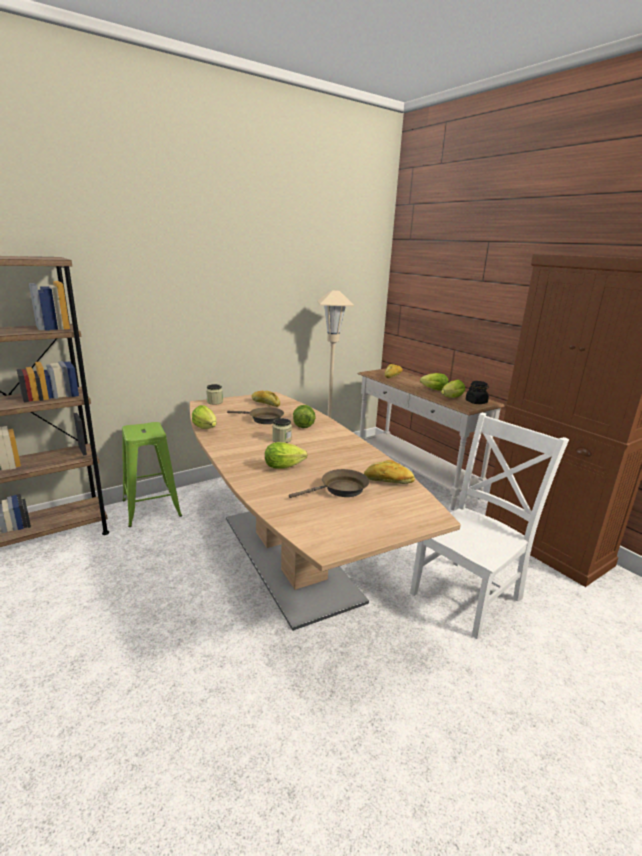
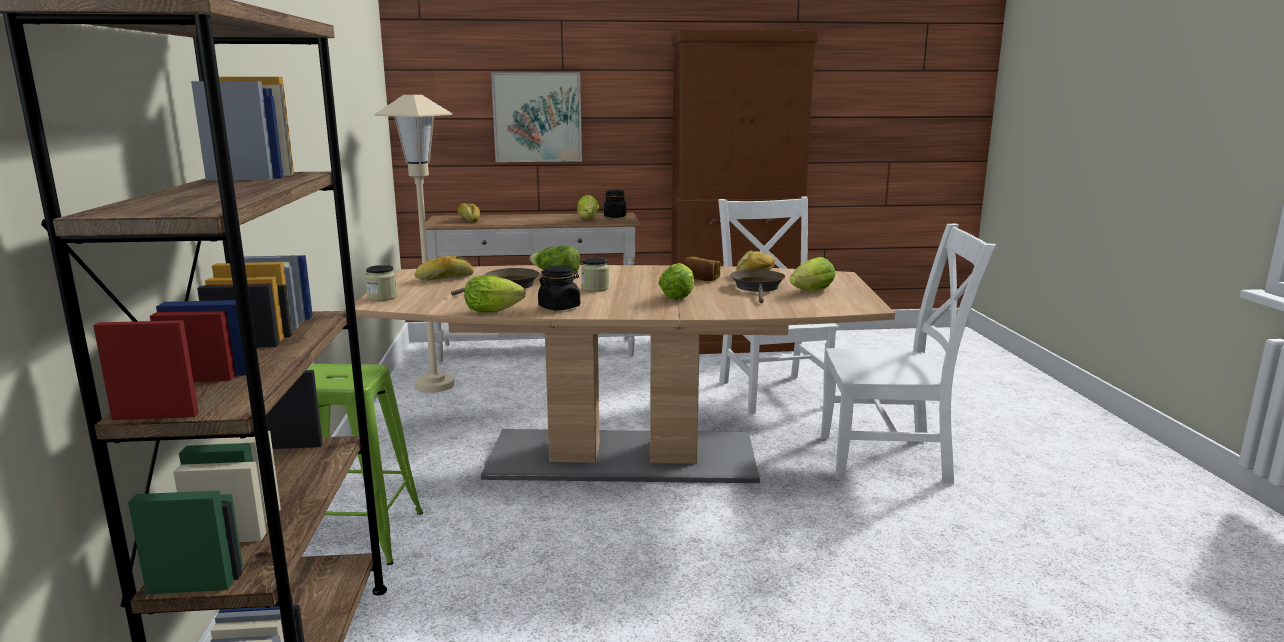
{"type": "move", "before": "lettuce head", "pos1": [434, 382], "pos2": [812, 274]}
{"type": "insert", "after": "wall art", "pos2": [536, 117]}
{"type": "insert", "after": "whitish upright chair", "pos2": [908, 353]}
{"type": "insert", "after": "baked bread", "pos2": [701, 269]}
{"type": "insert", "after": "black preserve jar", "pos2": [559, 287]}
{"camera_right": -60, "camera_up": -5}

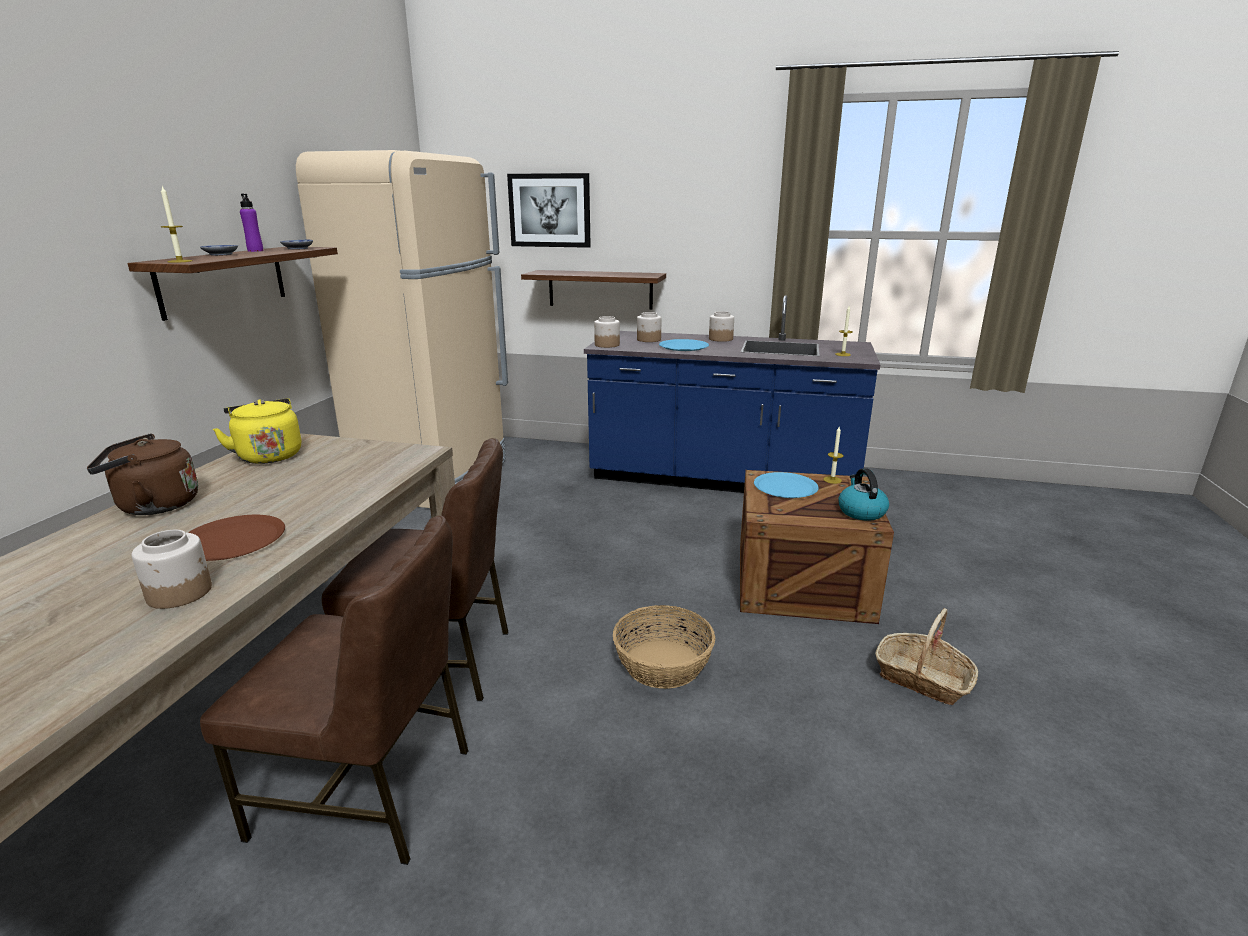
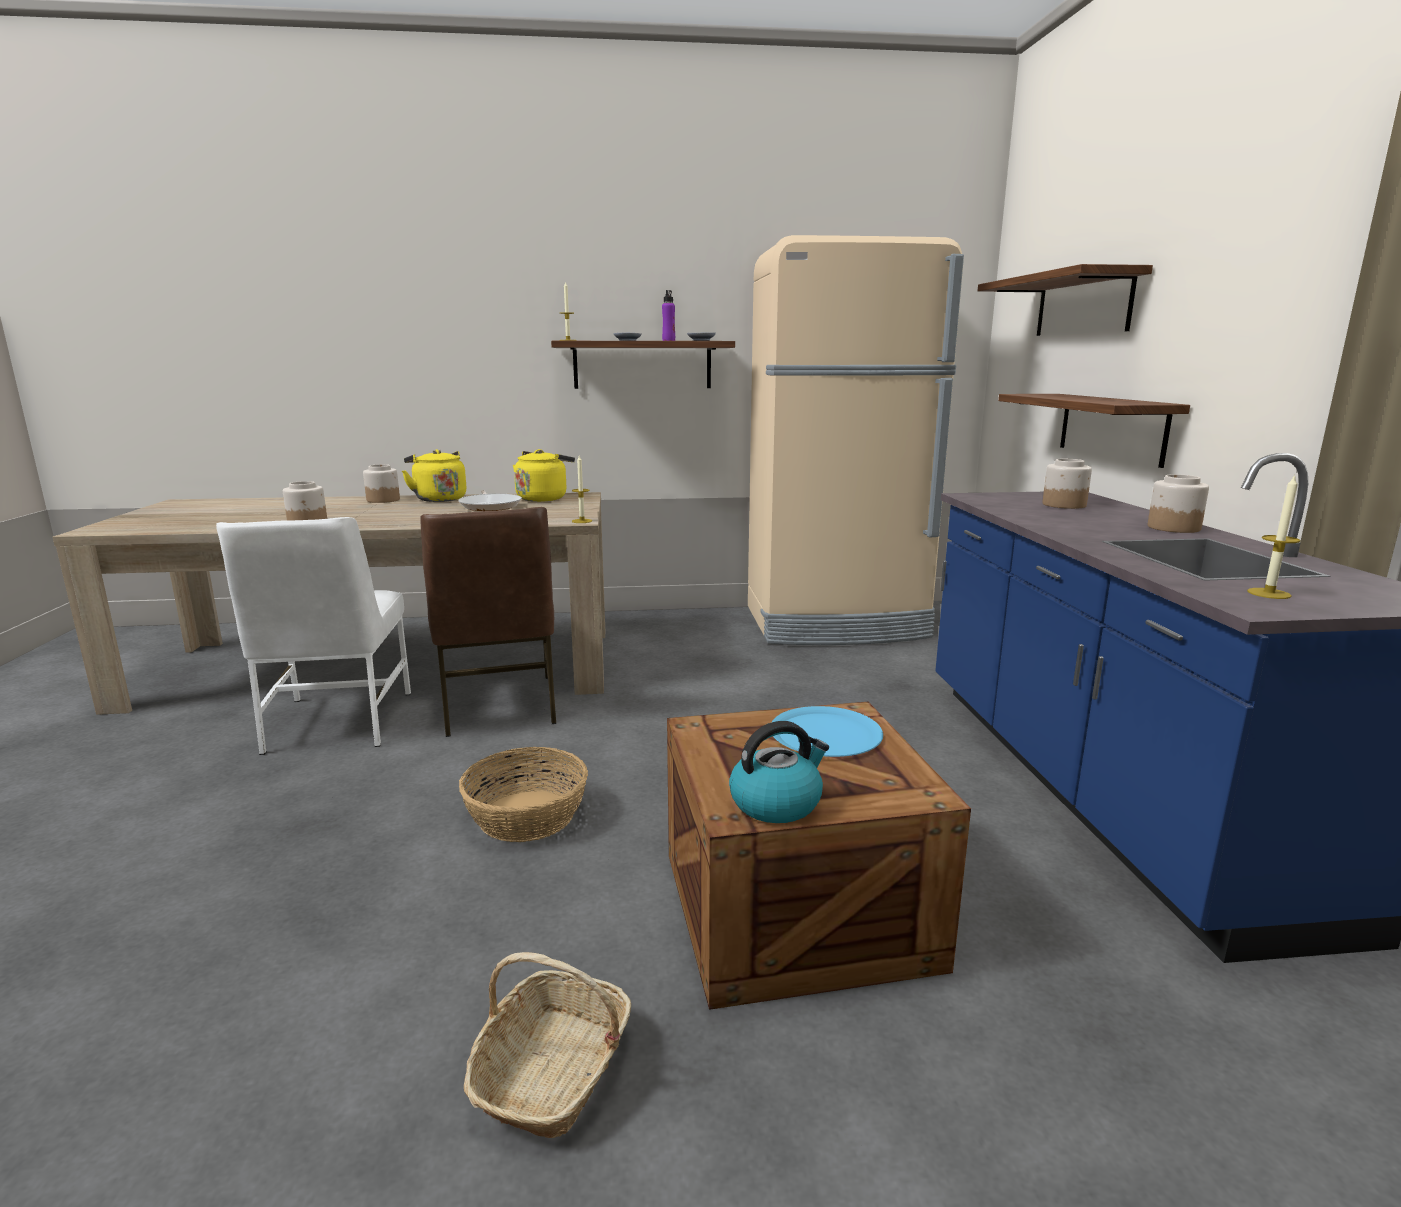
{"type": "replace", "before": "wall art", "after": "shelf", "pos1": [549, 210], "pos2": [1065, 300]}
{"type": "move", "before": "preserve jar", "pos1": [607, 332], "pos2": [381, 483]}
{"type": "delete", "before": "blue dinner plate", "pos1": [684, 345]}
{"type": "move", "before": "candle", "pos1": [834, 455], "pos2": [582, 489]}
{"type": "recolor", "before": "brown-coloured water kettle", "after": "yellow water kettle", "pos1": [142, 474], "pos2": [434, 475]}
{"type": "delete", "before": "brown-coloured dinner plate", "pos1": [236, 538]}
{"type": "recolor", "before": "brown-coloured upright chair", "after": "whitish upright chair", "pos1": [334, 690], "pos2": [313, 636]}
{"type": "insert", "after": "skillet", "pos2": [490, 500]}
{"camera_right": 70, "camera_up": -5}

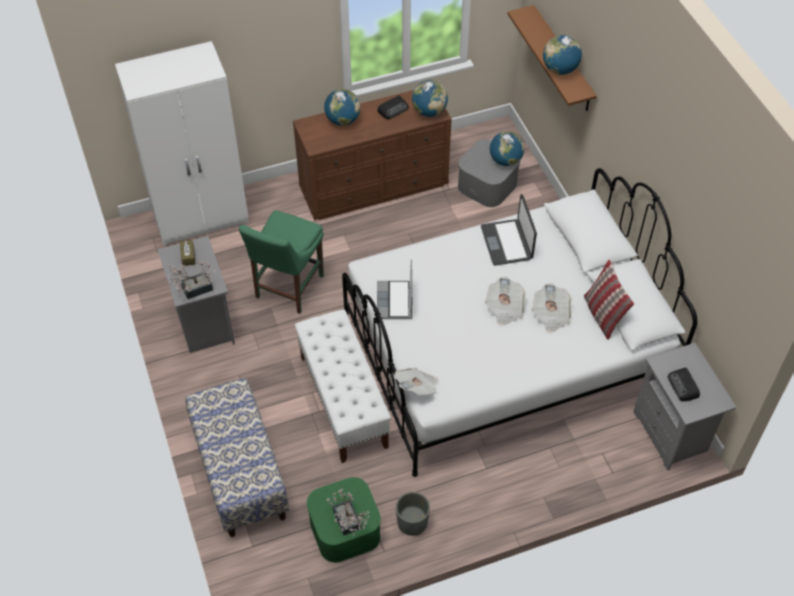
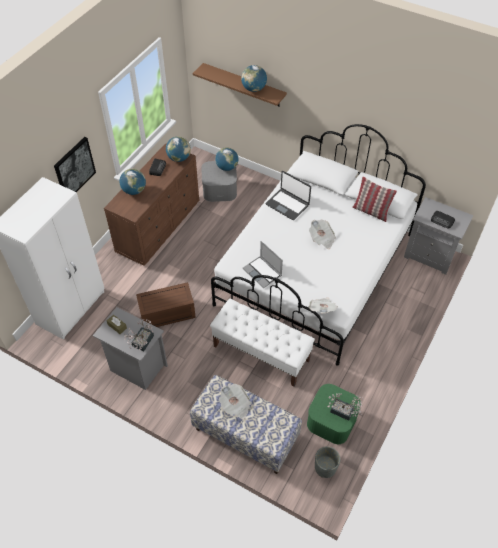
{"type": "replace", "before": "greenish upright chair", "after": "brown-coloured storage container", "pos1": [281, 262], "pos2": [166, 304]}
{"type": "move", "before": "daily paper", "pos1": [552, 308], "pos2": [235, 402]}
{"type": "move", "before": "greyish plant pot", "pos1": [413, 514], "pos2": [327, 462]}
{"type": "insert", "after": "wall art", "pos2": [75, 164]}
{"camera_right": -40, "camera_up": 0}

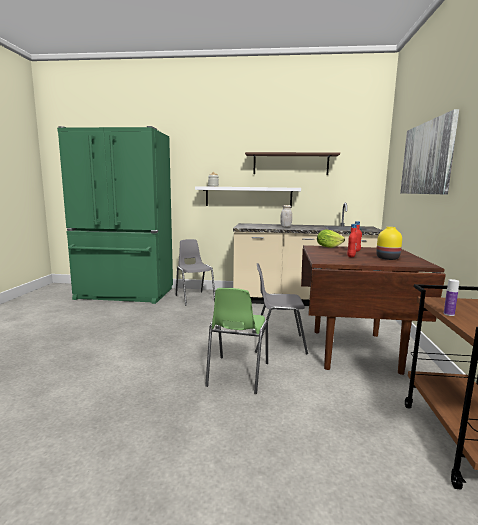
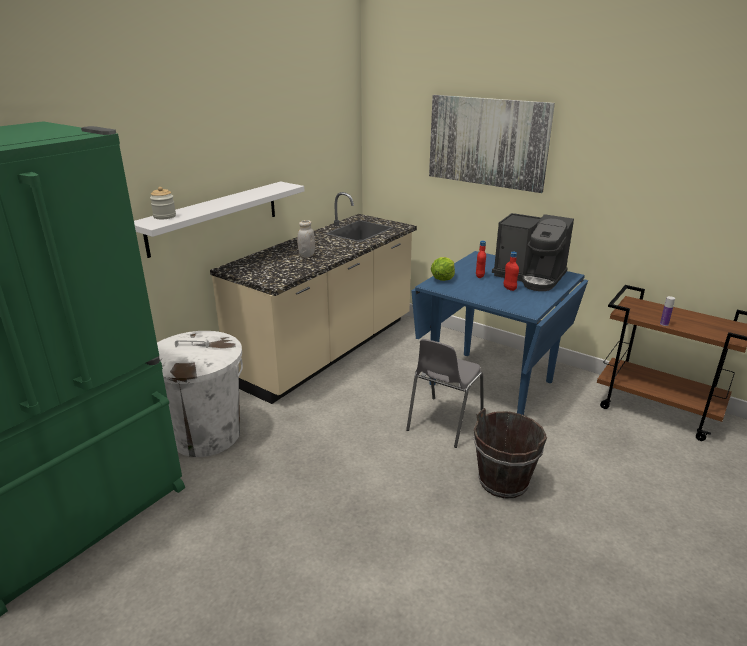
{"type": "delete", "before": "shelf", "pos1": [292, 163]}
{"type": "replace", "before": "yellow flower vase", "after": "coffee brewer", "pos1": [389, 243], "pos2": [533, 252]}
{"type": "replace", "before": "greyish upright chair", "after": "whitish waste bin", "pos1": [195, 272], "pos2": [200, 394]}
{"type": "recolor", "before": "brown-coloured dining table", "after": "blue dining table", "pos1": [373, 310], "pos2": [499, 333]}
{"type": "replace", "before": "greenish upright chair", "after": "brown-coloured water bucket", "pos1": [236, 341], "pos2": [510, 453]}
{"camera_right": -60, "camera_up": 15}

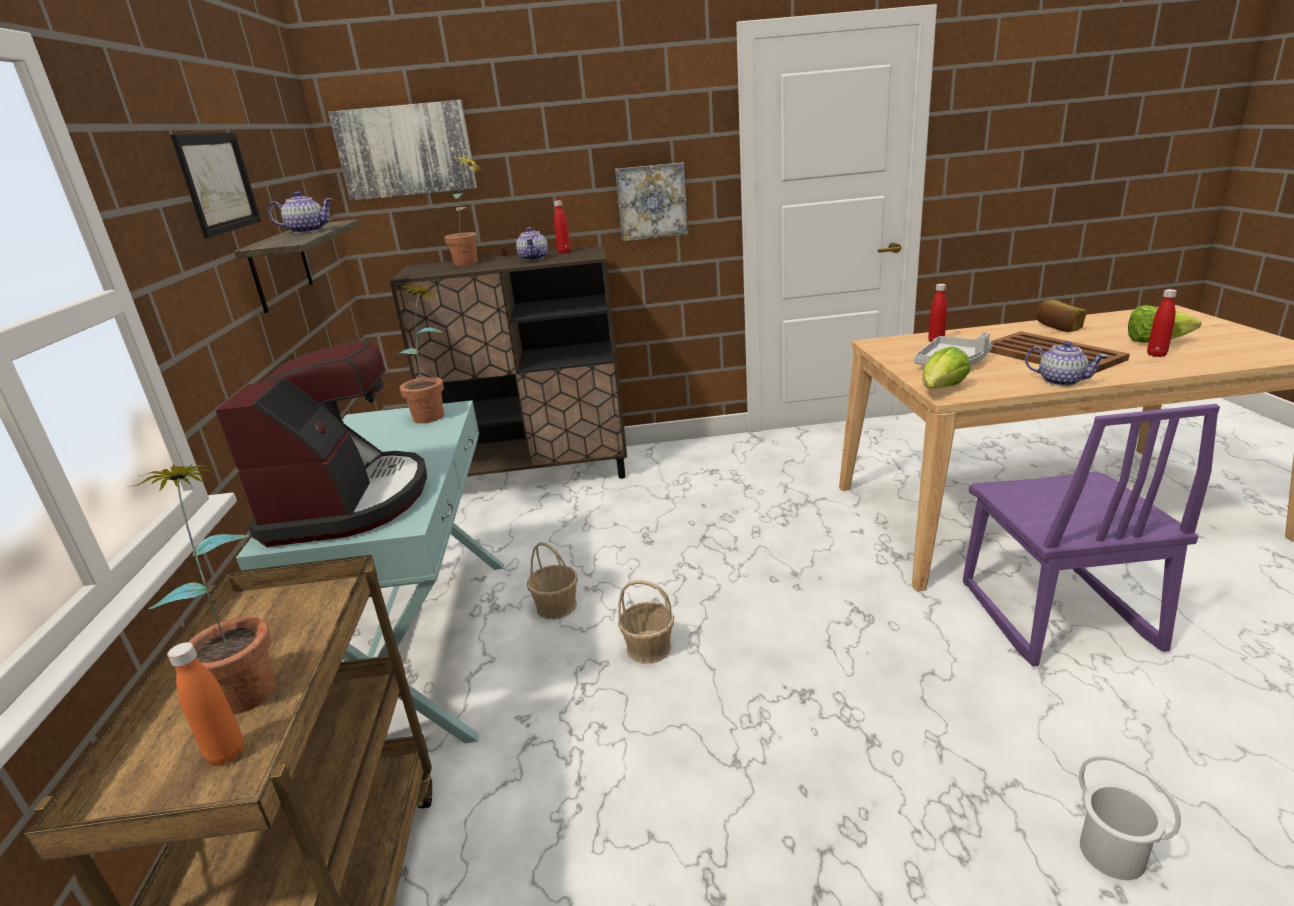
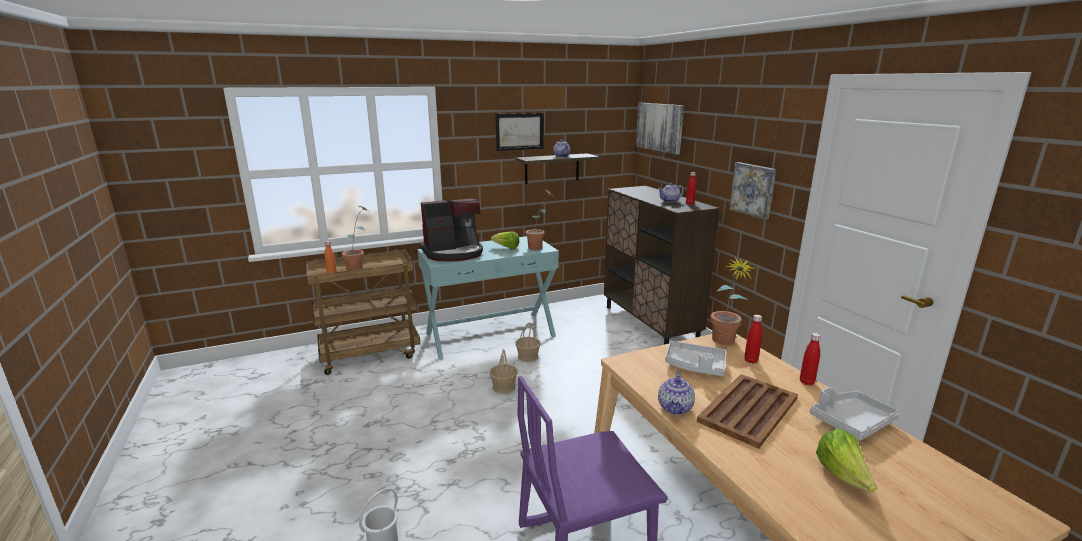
{"type": "move", "before": "houseplant", "pos1": [462, 211], "pos2": [732, 301]}
{"type": "move", "before": "red-coloured beverage bottle", "pos1": [1162, 323], "pos2": [810, 359]}
{"type": "replace", "before": "baked bread", "after": "greyish tray", "pos1": [1061, 316], "pos2": [854, 413]}
{"type": "move", "before": "lettuce head", "pos1": [946, 367], "pos2": [505, 240]}
{"camera_right": 70, "camera_up": -5}

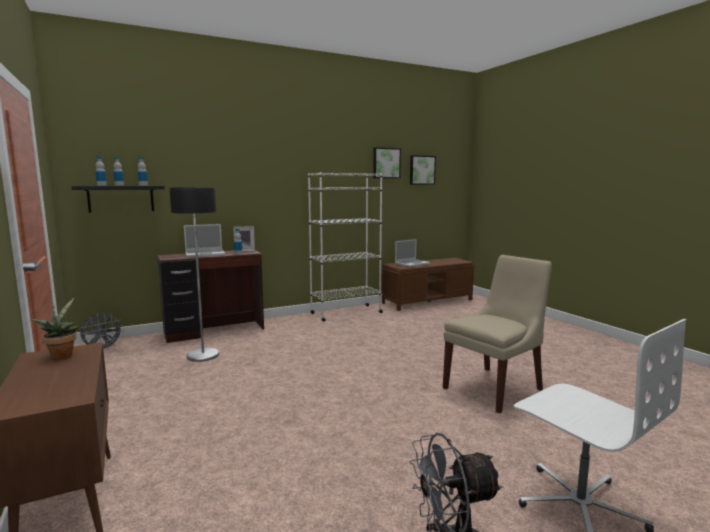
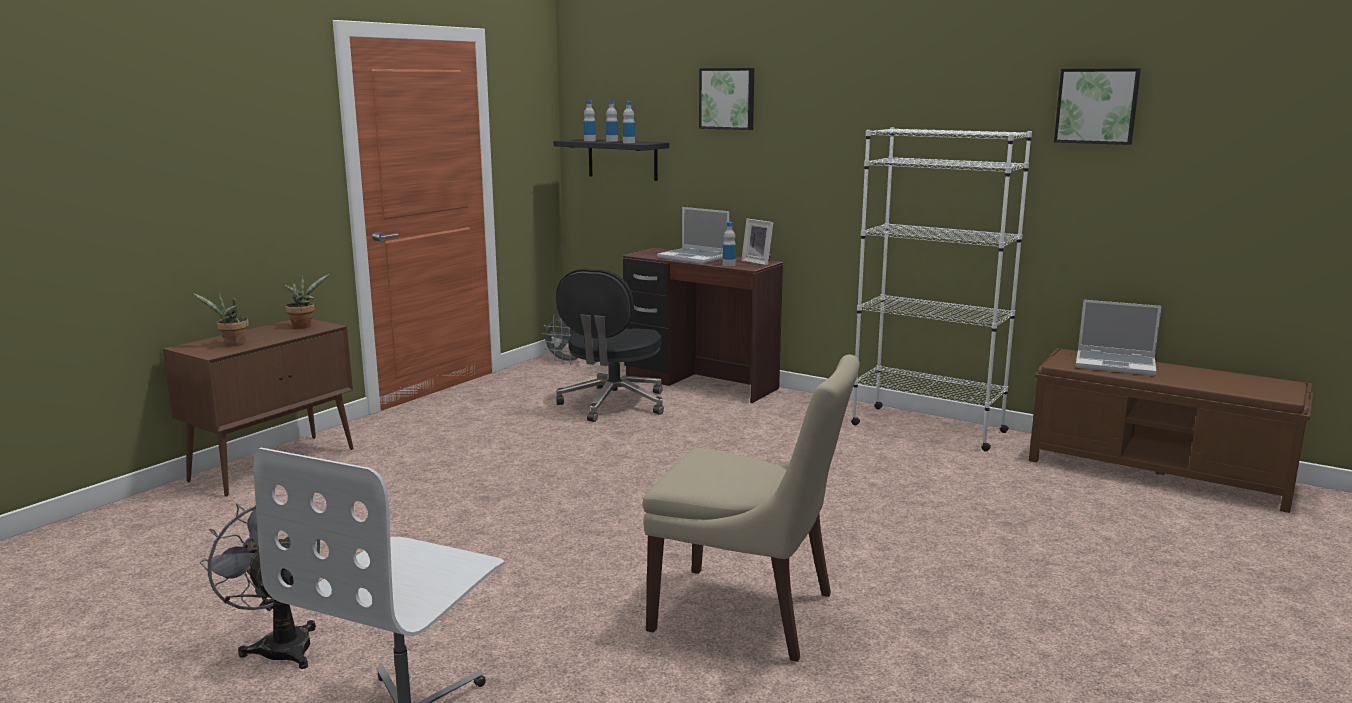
{"type": "move", "before": "wall art", "pos1": [423, 170], "pos2": [726, 99]}
{"type": "replace", "before": "floor lamp", "after": "black desk chair", "pos1": [194, 274], "pos2": [610, 345]}
{"type": "insert", "after": "houseplant", "pos2": [220, 319]}
{"camera_right": 60, "camera_up": 5}

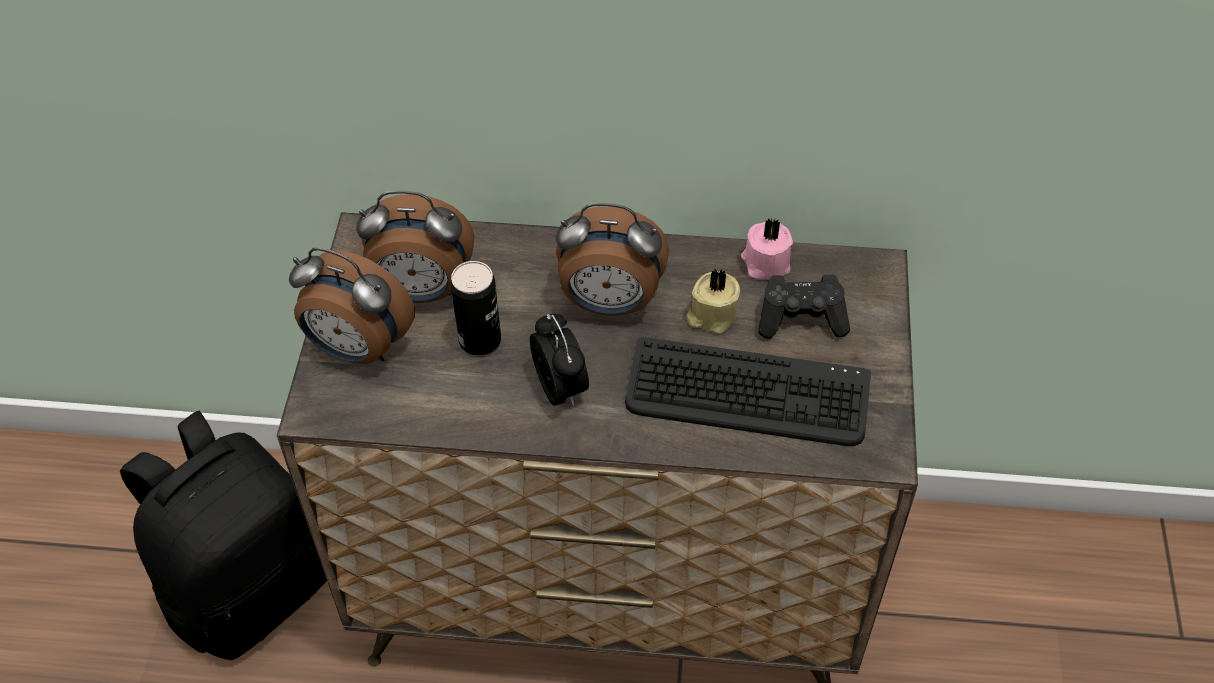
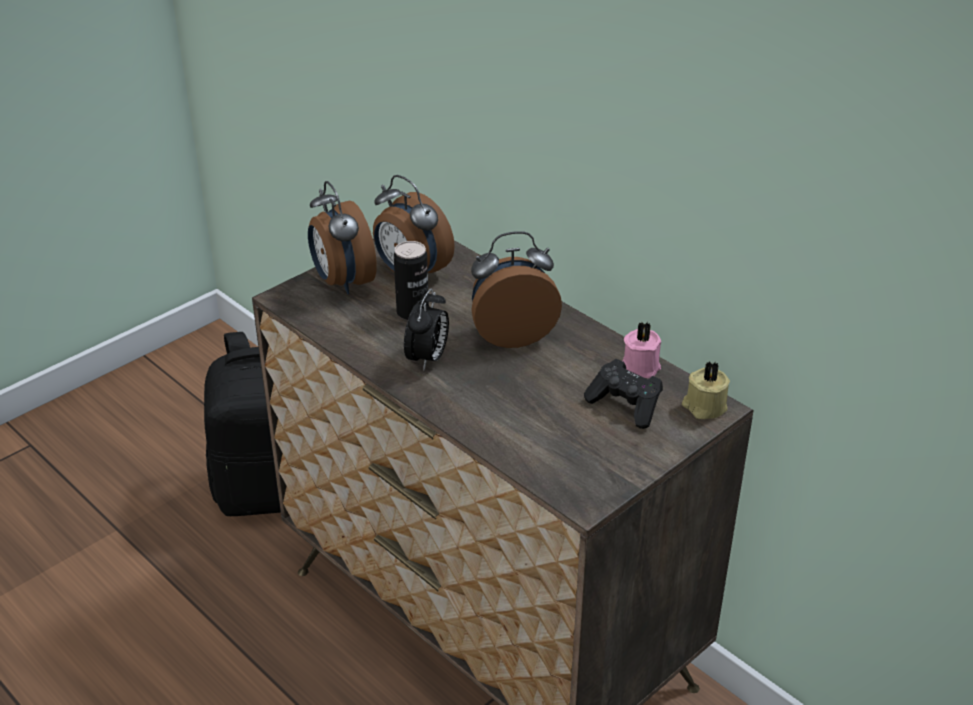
{"type": "rotate", "before": "table clock", "pos1": [612, 259], "pos2": [516, 289], "turn": 120}
{"type": "move", "before": "beige candle", "pos1": [713, 301], "pos2": [706, 390]}
{"type": "delete", "before": "computer keyboard", "pos1": [748, 391]}
{"camera_right": 40, "camera_up": -15}

